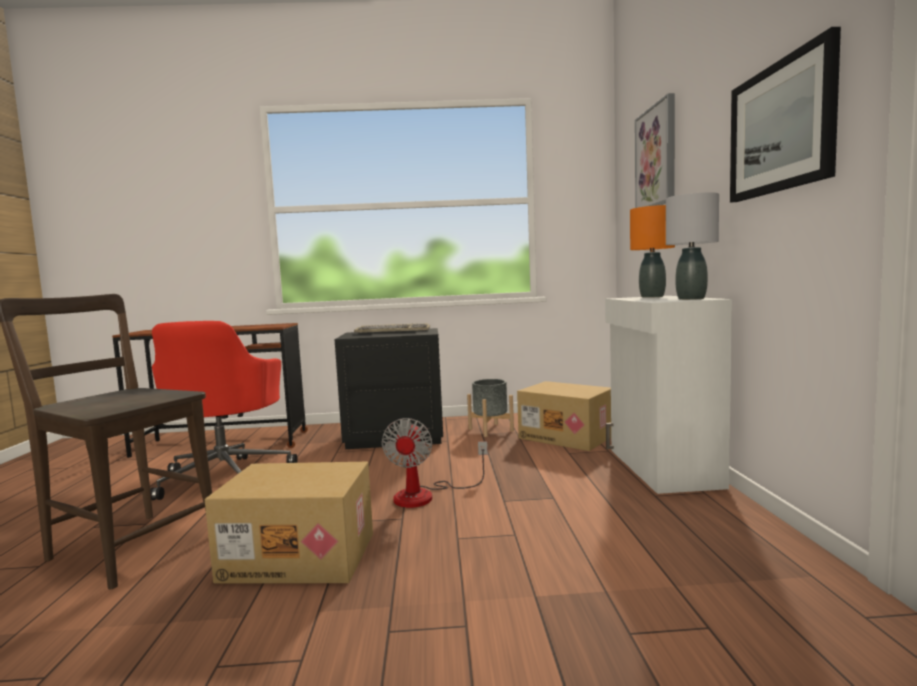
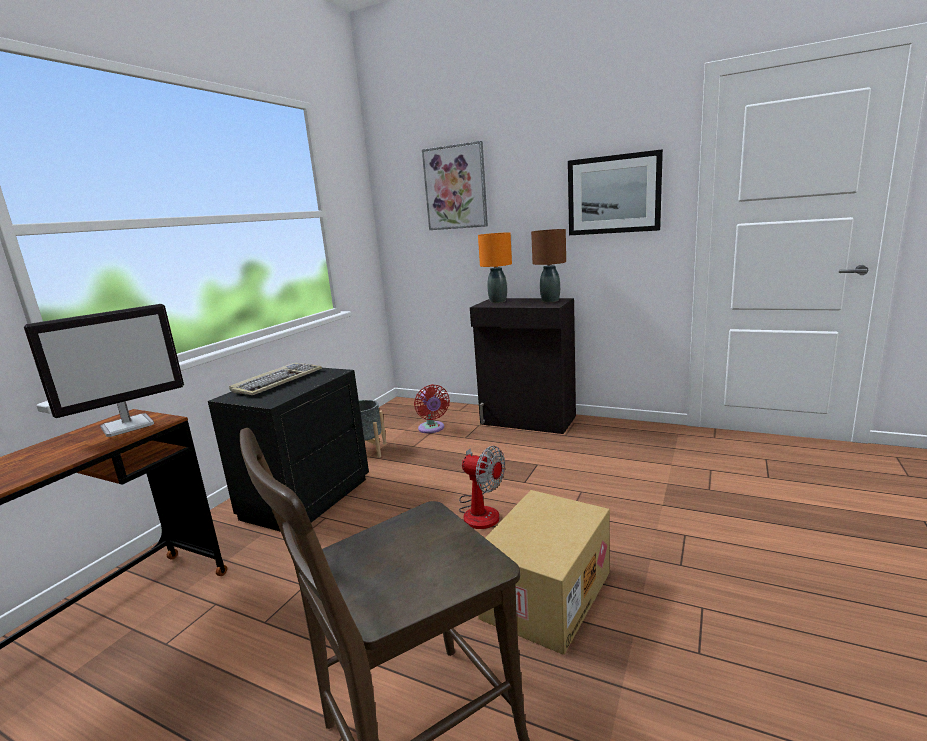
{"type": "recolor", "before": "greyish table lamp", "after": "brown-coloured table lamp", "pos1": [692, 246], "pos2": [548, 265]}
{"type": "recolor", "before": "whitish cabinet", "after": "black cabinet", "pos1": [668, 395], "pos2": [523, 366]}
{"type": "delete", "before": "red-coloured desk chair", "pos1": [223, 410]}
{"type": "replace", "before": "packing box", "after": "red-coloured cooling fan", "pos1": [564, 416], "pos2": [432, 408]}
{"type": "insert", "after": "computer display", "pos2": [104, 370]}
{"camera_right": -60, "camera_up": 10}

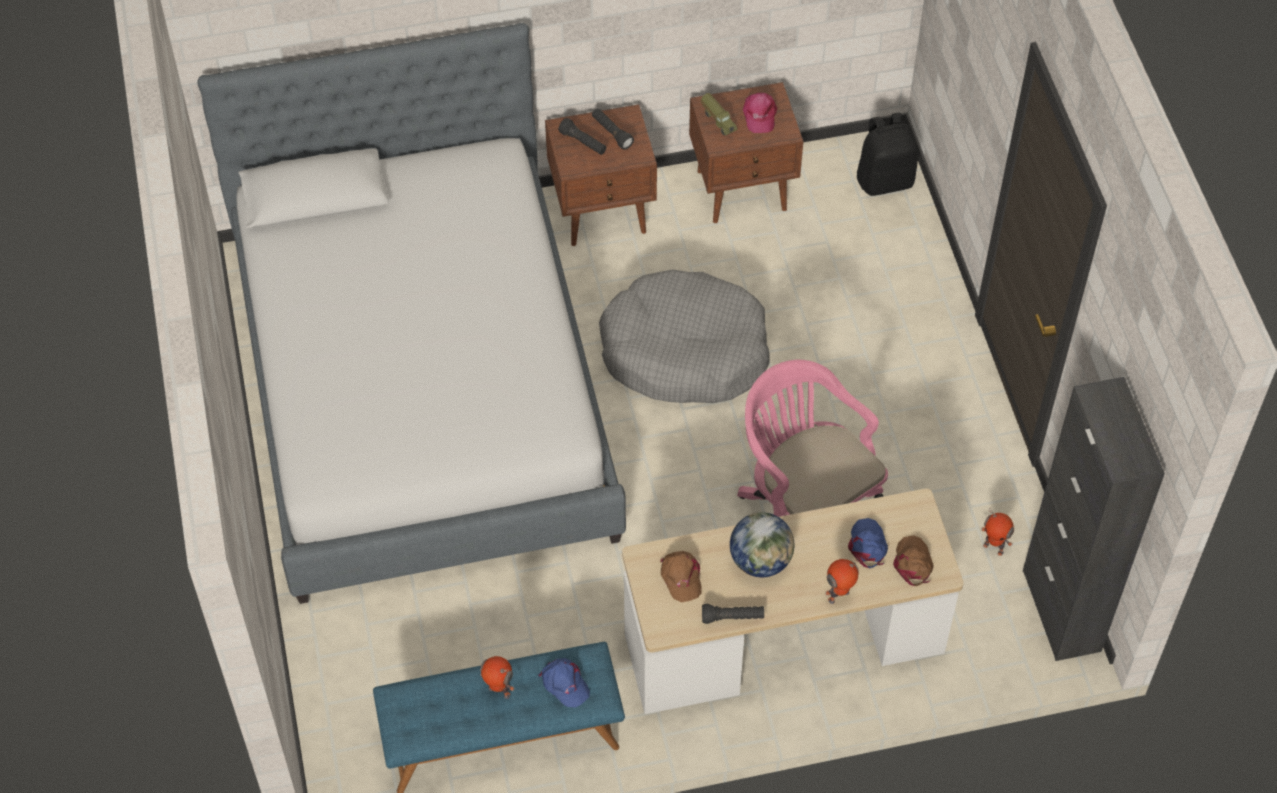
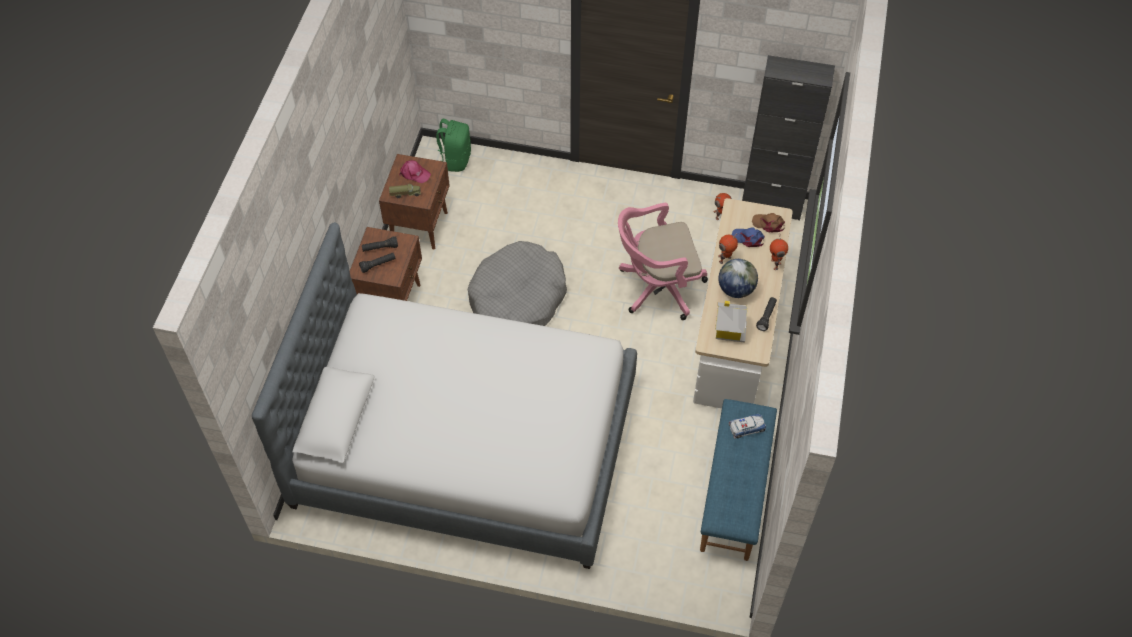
{"type": "recolor", "before": "black backpack", "after": "greenish backpack", "pos1": [888, 154], "pos2": [453, 145]}
{"type": "replace", "before": "brown-coloured peaked cap", "after": "toy house", "pos1": [681, 576], "pos2": [731, 322]}
{"type": "move", "before": "toy robot", "pos1": [497, 677], "pos2": [728, 248]}
{"type": "replace", "before": "blue peaked cap", "after": "miniature car", "pos1": [564, 683], "pos2": [747, 426]}
{"camera_right": -65, "camera_up": 0}

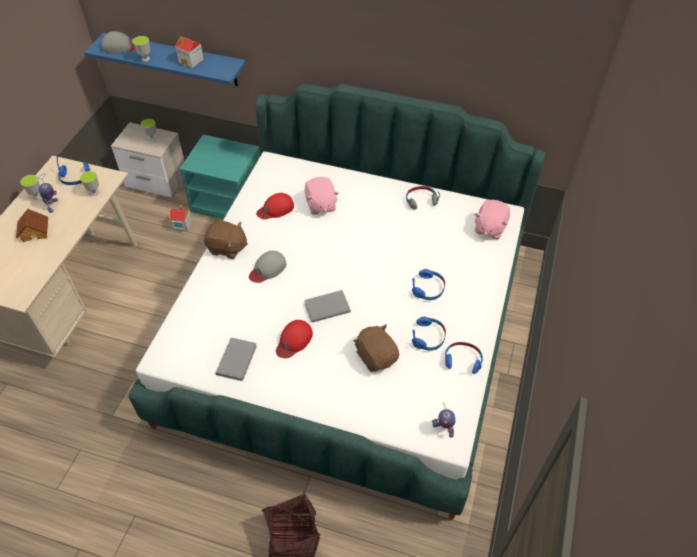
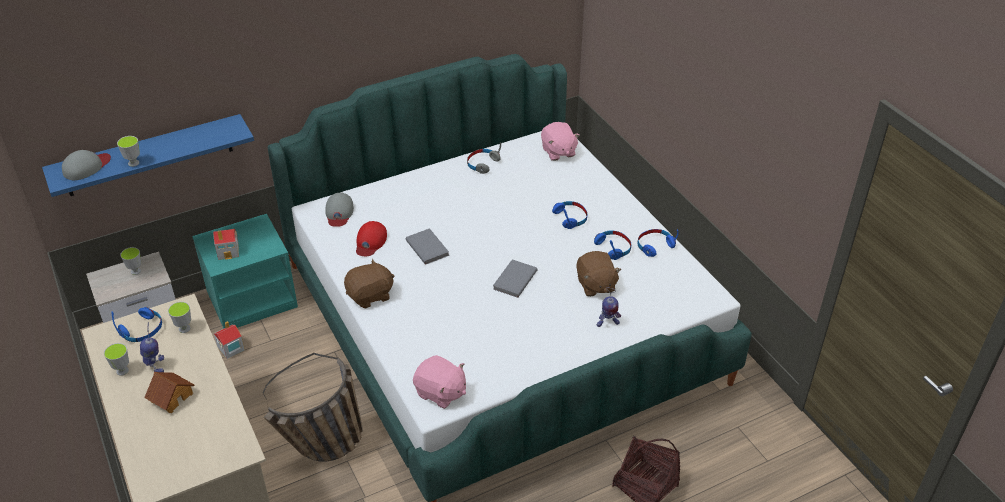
{"type": "move", "before": "toy house", "pos1": [189, 52], "pos2": [226, 244]}
{"type": "move", "before": "pinkish cuddly toy", "pos1": [321, 195], "pos2": [439, 382]}
{"type": "move", "before": "greyish peaked cap", "pos1": [267, 267], "pos2": [339, 210]}
{"type": "delete", "before": "red-coloured peaked cap", "pos1": [294, 339]}
{"type": "rotate", "before": "brown-coloured cuddly toy", "pos1": [376, 348], "pos2": [598, 274], "turn": -120}
{"type": "move", "before": "greyish book", "pos1": [236, 359], "pos2": [427, 246]}
{"type": "move", "before": "toy robot", "pos1": [443, 420], "pos2": [609, 307]}
{"type": "insert", "after": "storage basket", "pos2": [313, 407]}
{"camera_right": -45, "camera_up": -10}

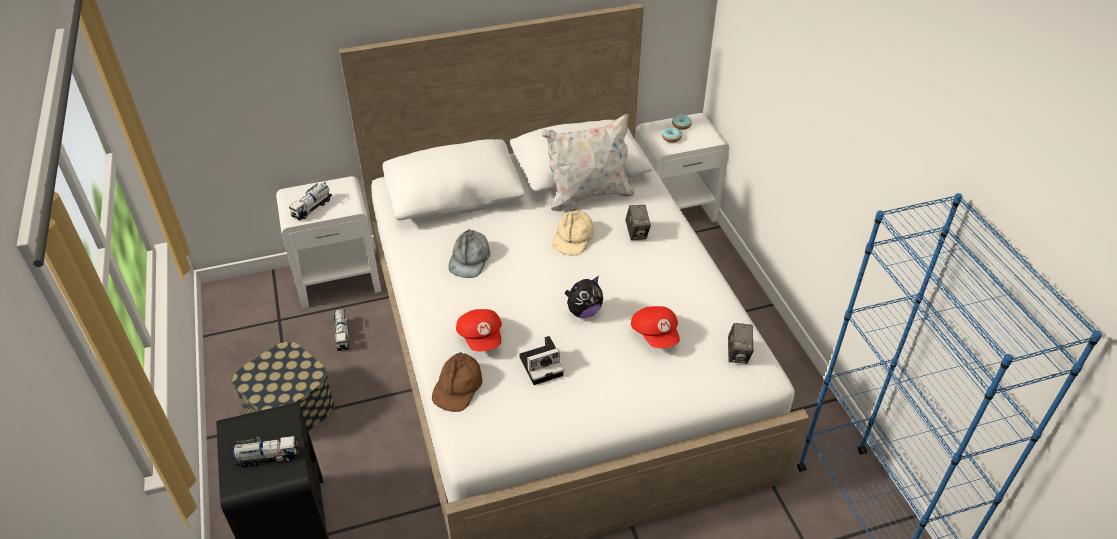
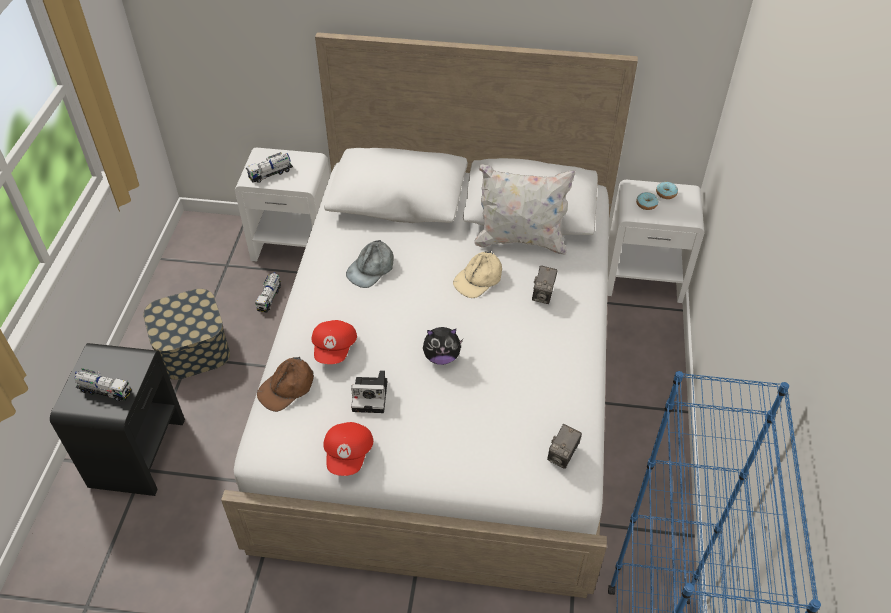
{"type": "move", "before": "red-coloured peaked cap", "pos1": [655, 327], "pos2": [348, 449]}
{"camera_right": 25, "camera_up": 5}

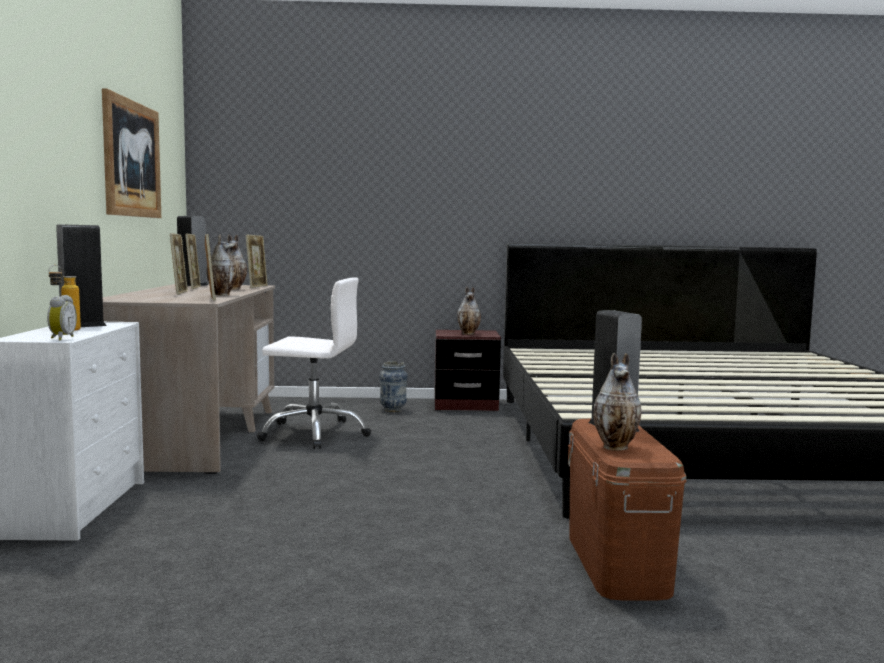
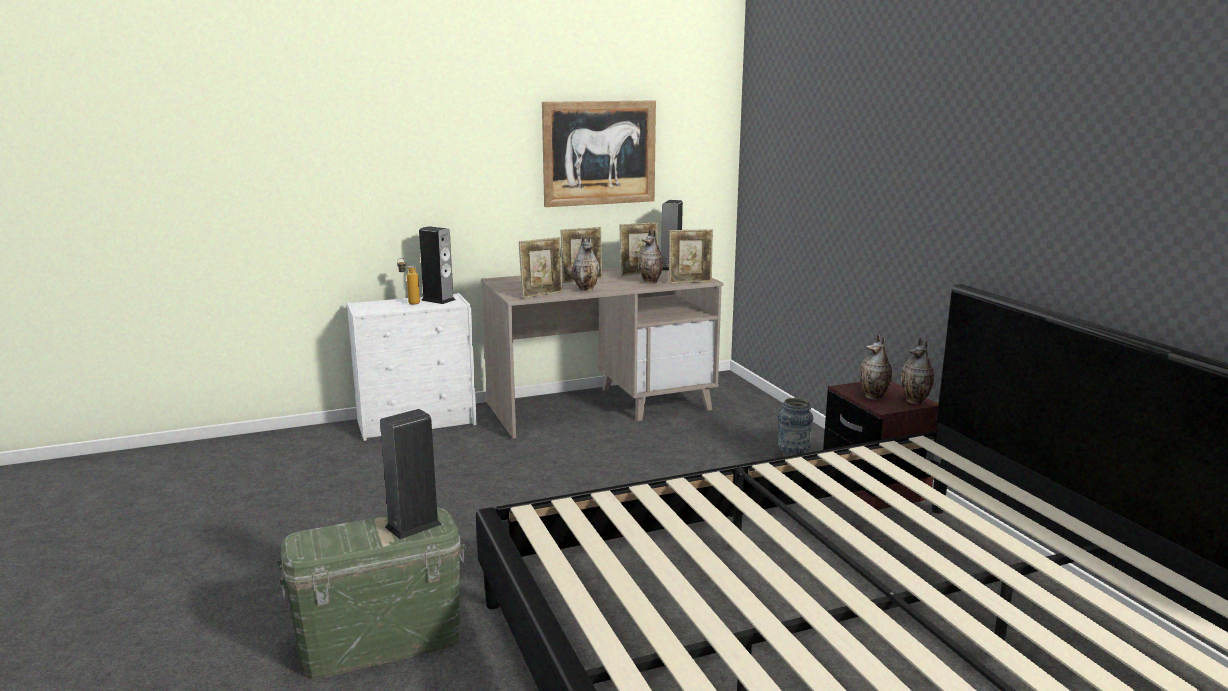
{"type": "delete", "before": "whitish desk chair", "pos1": [314, 363]}
{"type": "delete", "before": "table clock", "pos1": [62, 317]}
{"type": "move", "before": "flower vase", "pos1": [617, 402], "pos2": [918, 371]}
{"type": "recolor", "before": "brown-coloured storage container", "after": "greenish storage container", "pos1": [627, 509], "pos2": [371, 593]}
{"camera_right": 70, "camera_up": 10}

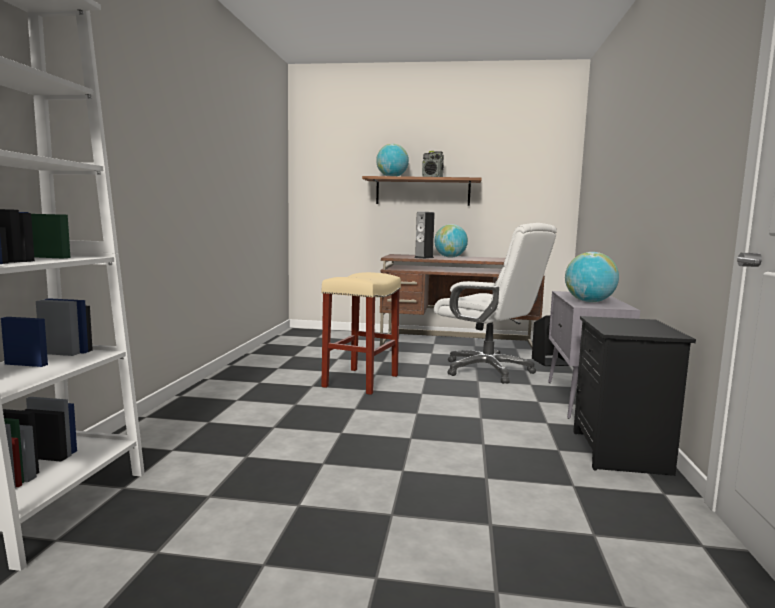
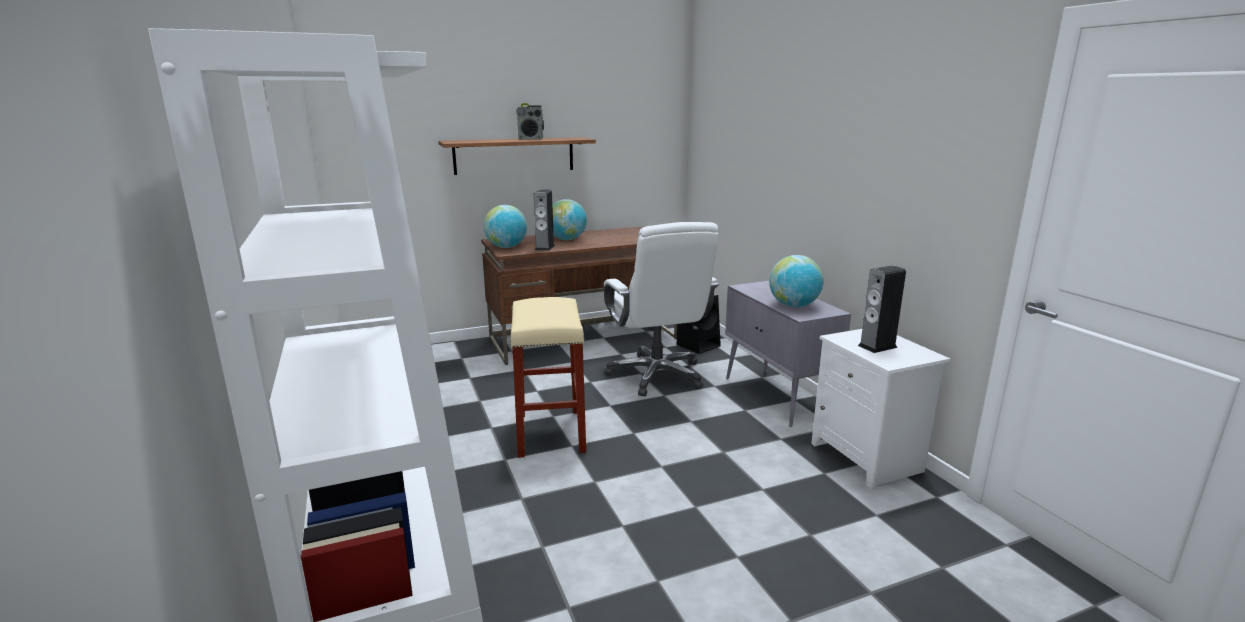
{"type": "move", "before": "desk globe", "pos1": [392, 160], "pos2": [505, 226]}
{"type": "rotate", "before": "whitish desk chair", "pos1": [495, 303], "pos2": [661, 309], "turn": 60}
{"type": "recolor", "before": "black bedside table", "after": "whitish bedside table", "pos1": [634, 396], "pos2": [880, 409]}
{"type": "insert", "after": "audio speaker", "pos2": [882, 309]}
{"camera_right": -30, "camera_up": 10}

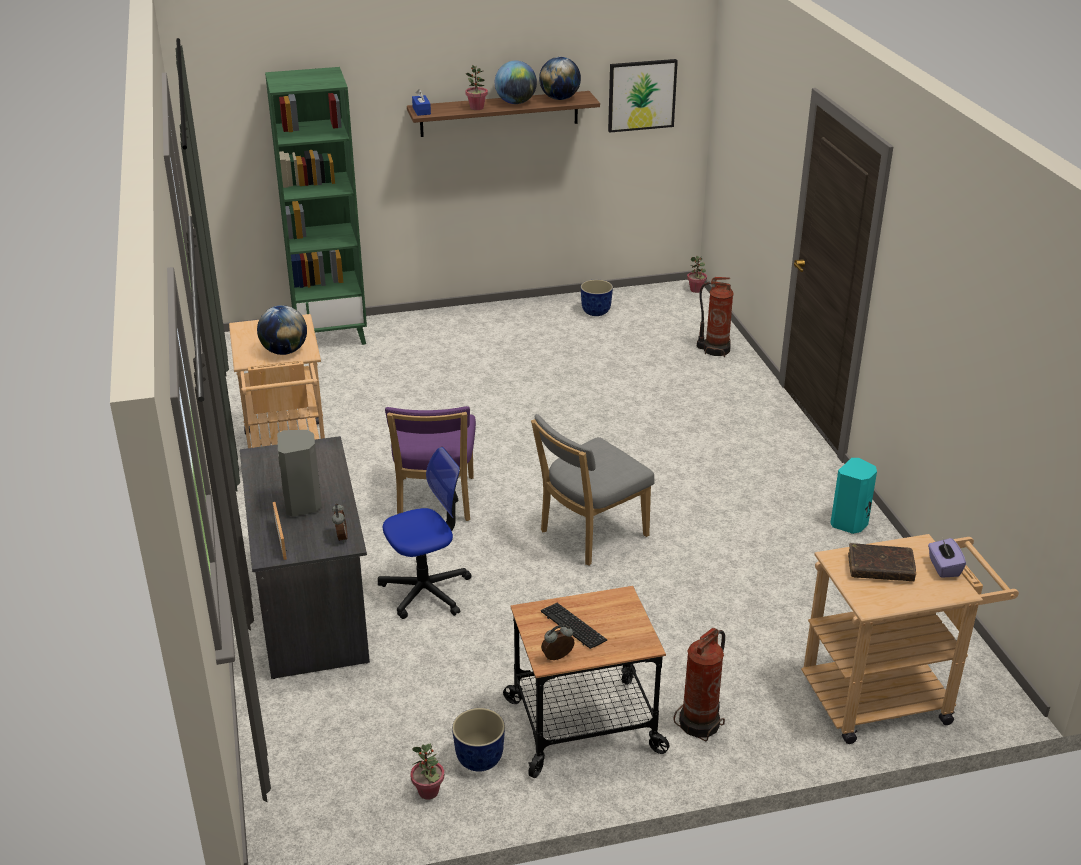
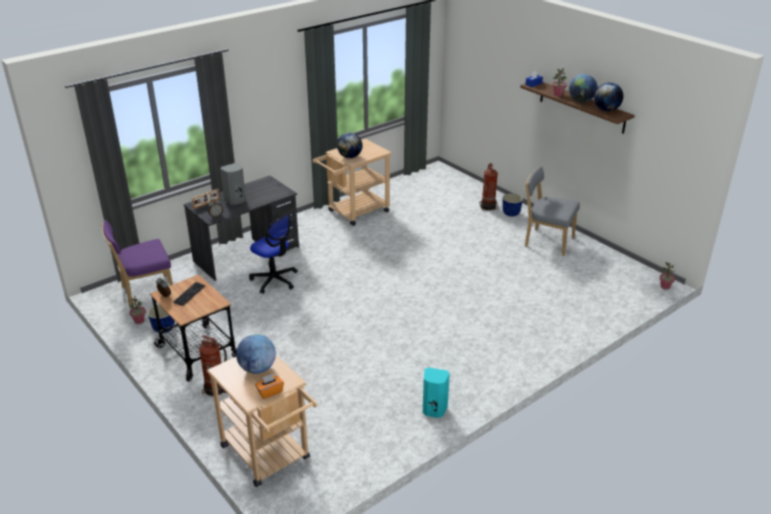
{"type": "delete", "before": "wall art", "pos1": [643, 96]}
{"type": "delete", "before": "greenish shelving unit", "pos1": [316, 206]}
{"type": "move", "before": "fire extinguisher", "pos1": [715, 317], "pos2": [488, 186]}
{"type": "move", "before": "plant pot", "pos1": [597, 298], "pos2": [512, 205]}
{"type": "move", "before": "purplish upright chair", "pos1": [430, 463], "pos2": [137, 264]}
{"type": "move", "before": "greyish upright chair", "pos1": [593, 490], "pos2": [552, 211]}
{"type": "recolor", "before": "purplish tissue box", "after": "orangey tissue box", "pos1": [947, 558], "pos2": [269, 386]}
{"type": "replace", "before": "brown-coloured book", "after": "desk globe", "pos1": [882, 562], "pos2": [256, 354]}
{"camera_right": 65, "camera_up": 0}

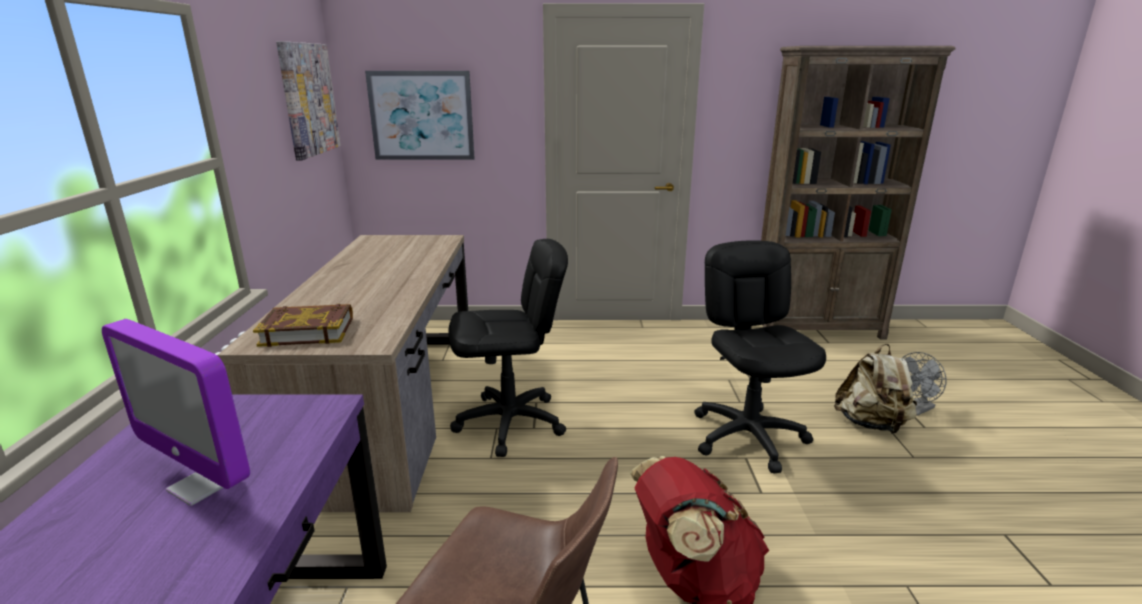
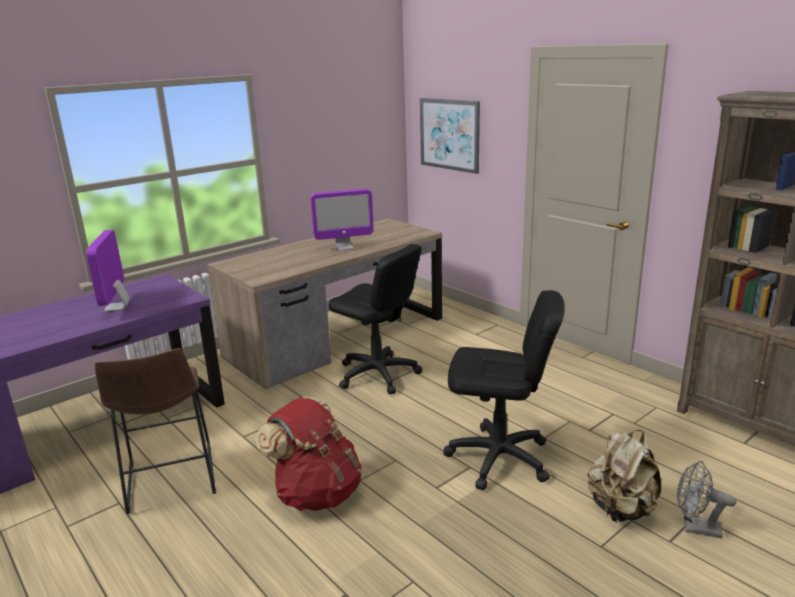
{"type": "delete", "before": "wall art", "pos1": [308, 100]}
{"type": "rotate", "before": "black desk chair", "pos1": [760, 357], "pos2": [504, 390], "turn": 60}
{"type": "delete", "before": "book", "pos1": [303, 325]}
{"type": "insert", "after": "computer display", "pos2": [342, 220]}
{"camera_right": 50, "camera_up": 0}

